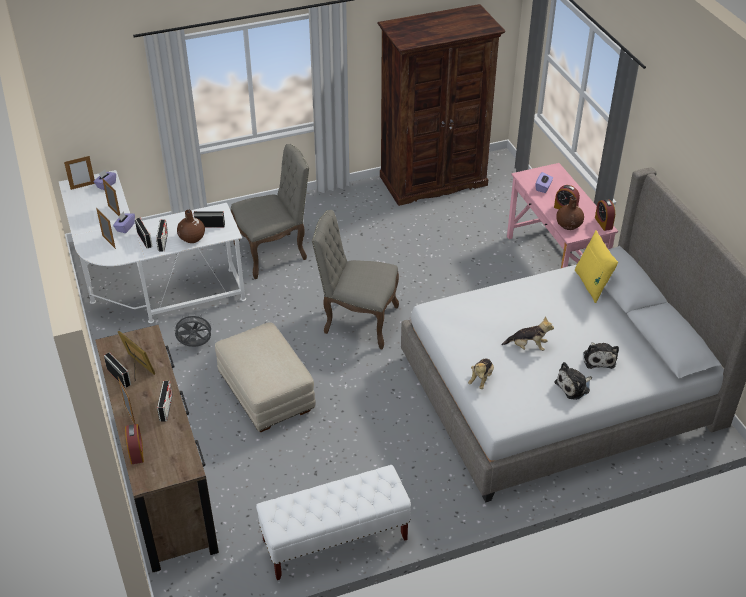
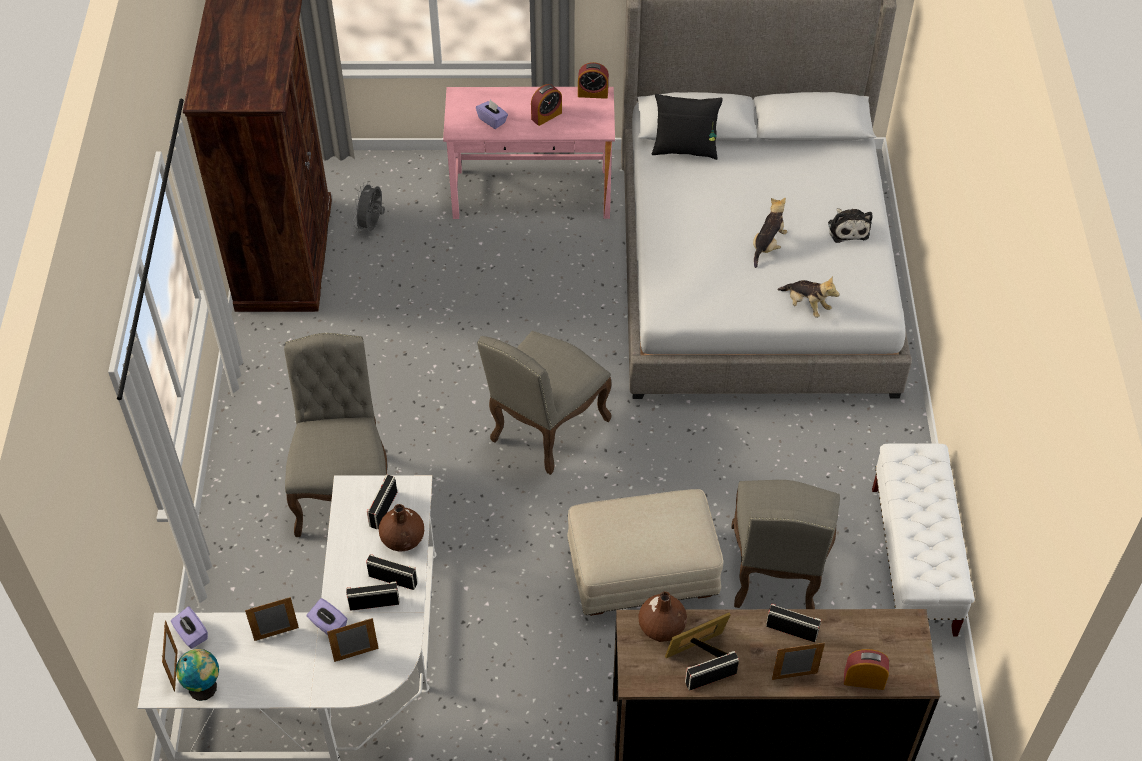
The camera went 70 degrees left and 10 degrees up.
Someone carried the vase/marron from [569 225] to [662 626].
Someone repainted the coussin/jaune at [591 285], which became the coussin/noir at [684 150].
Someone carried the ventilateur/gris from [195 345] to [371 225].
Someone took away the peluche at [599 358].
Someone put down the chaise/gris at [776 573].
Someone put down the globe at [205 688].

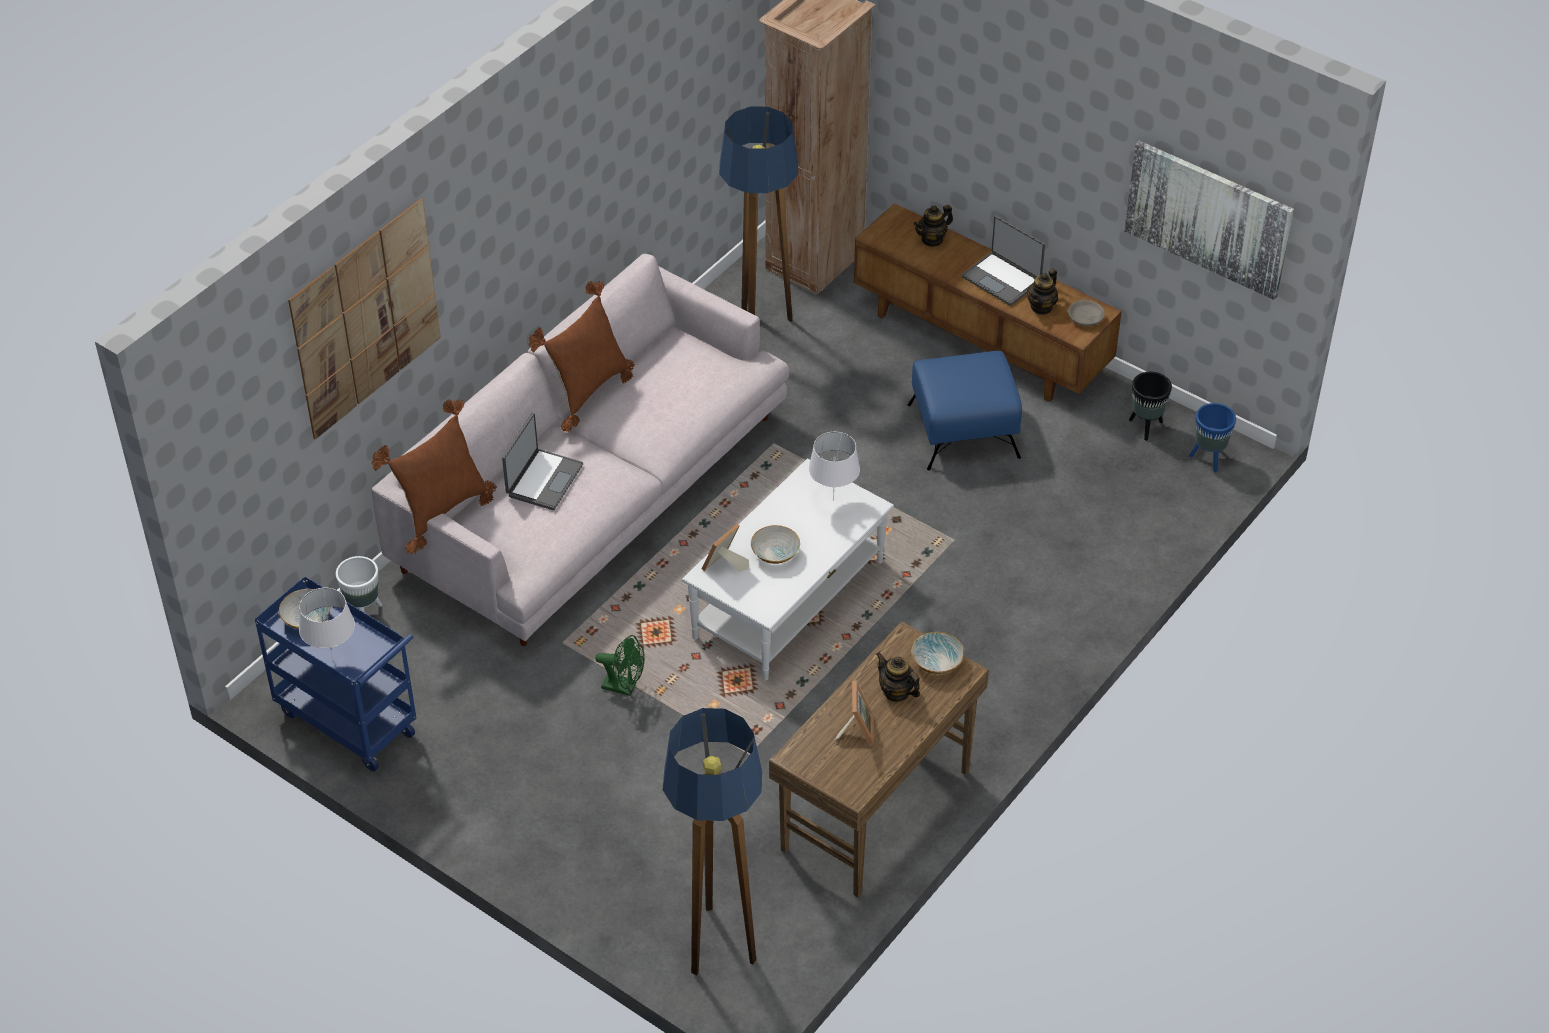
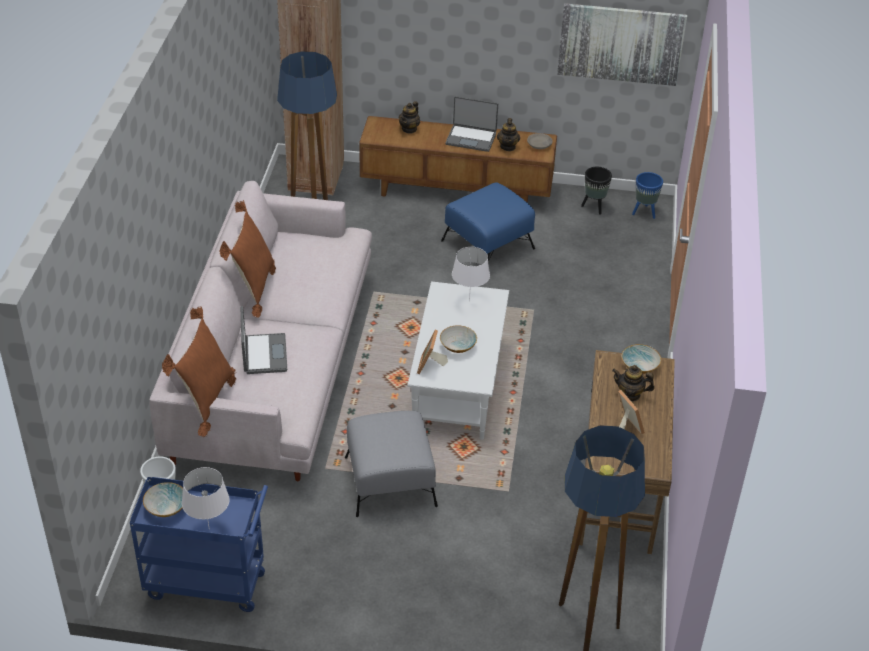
The camera went 30 degrees left and 5 degrees down.
Someone took away the tableau at [366 318].
Someone swapped the ventilateur/vert at [624 687] for the pouf/gris at [390 480].

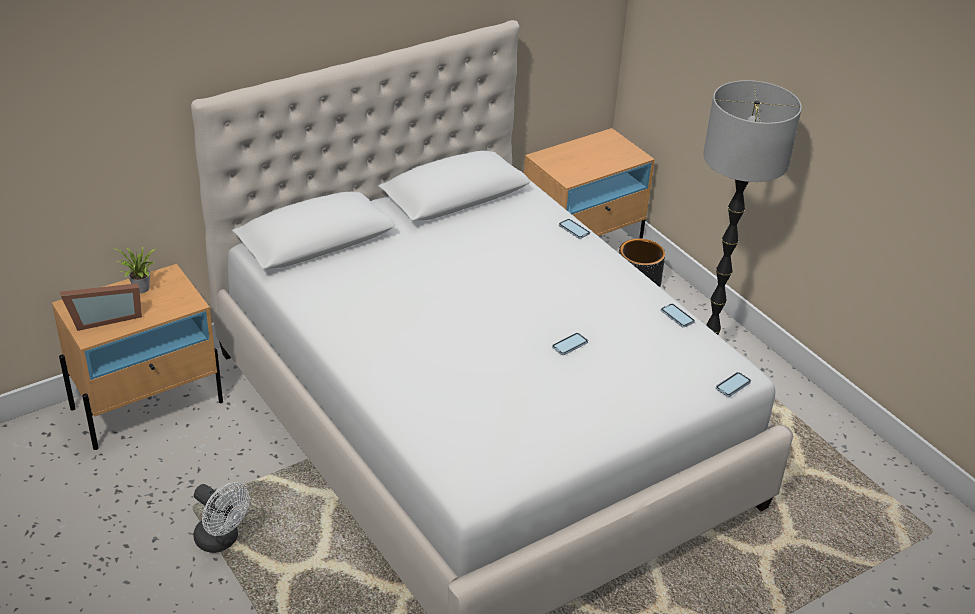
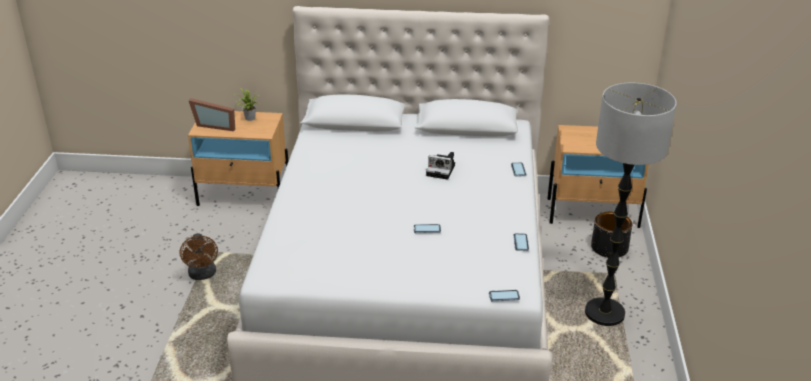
The camera went 40 degrees right and 5 degrees down.
Someone repainted the ventilateur/blanc at [222 540], which became the ventilateur/marron at [203 275].
Someone put down the appareil photo at [442 170].

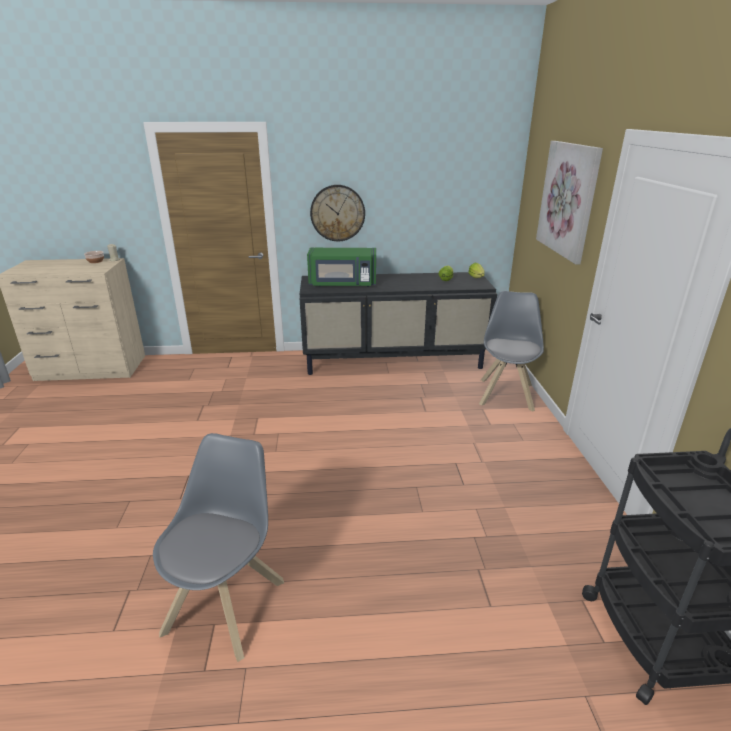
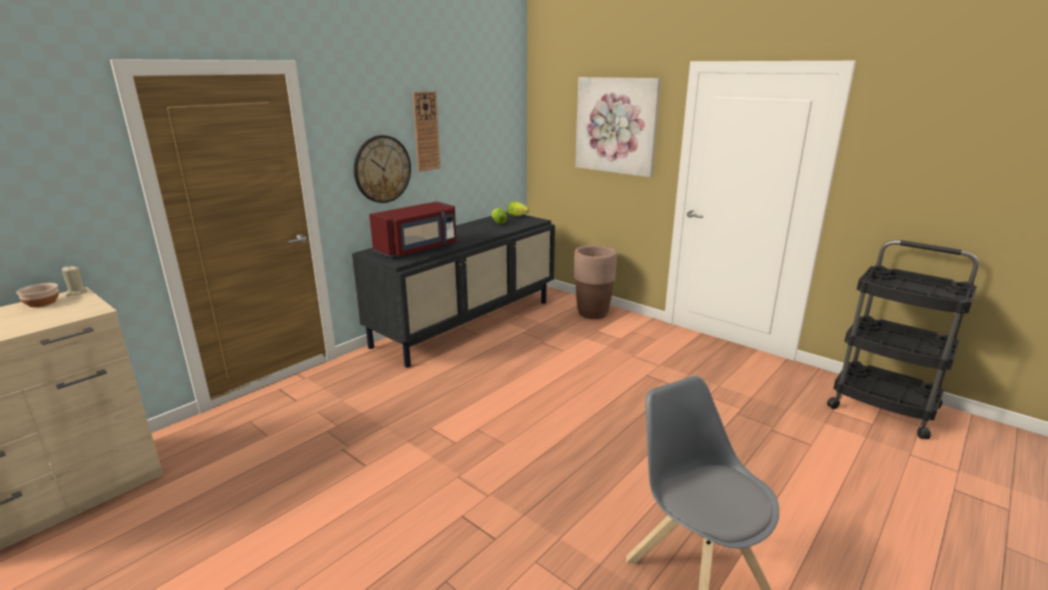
The camera went 45 degrees left and 5 degrees down.
Someone repainted the micro-ondes/vert at [343 284], which became the micro-ondes/rouge at [418 249].
Someone swapped the chaise/gris at [506 393] for the cache-pot/marron at [592 313].
Someone put up the horloge murale at [426 131].

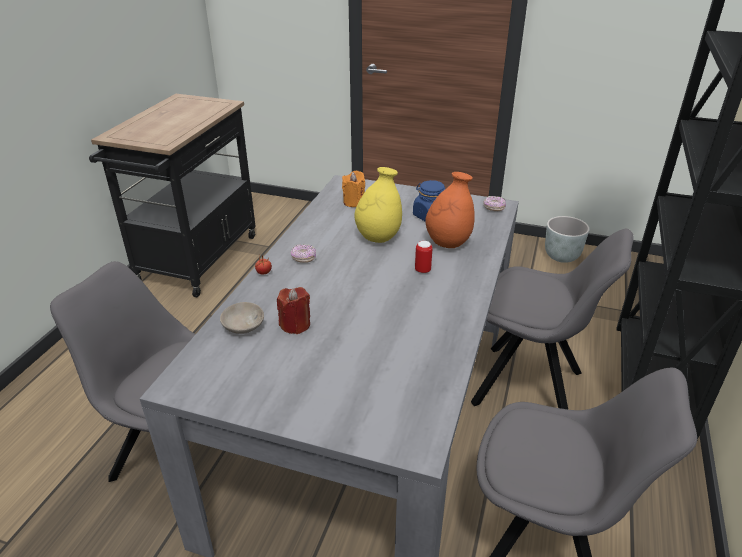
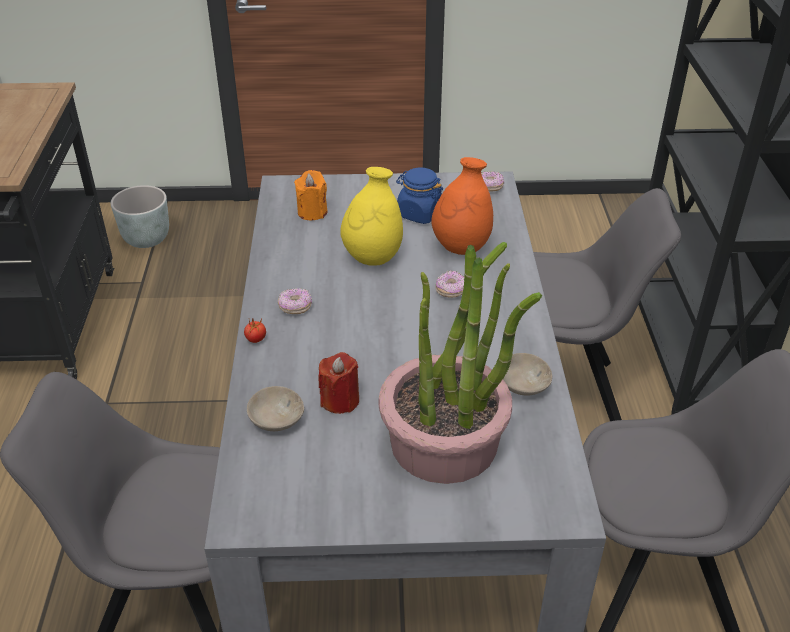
The camera went 20 degrees left and 5 degrees up.
Someone carried the cache-pot/gris from [562 256] to [147 239].
Someone swapped the boîte métallique at [422 270] for the beignet at [451 291].
Someone put down the plante en pot at [445 442].
Someone put down the bol/beige at [521 384].

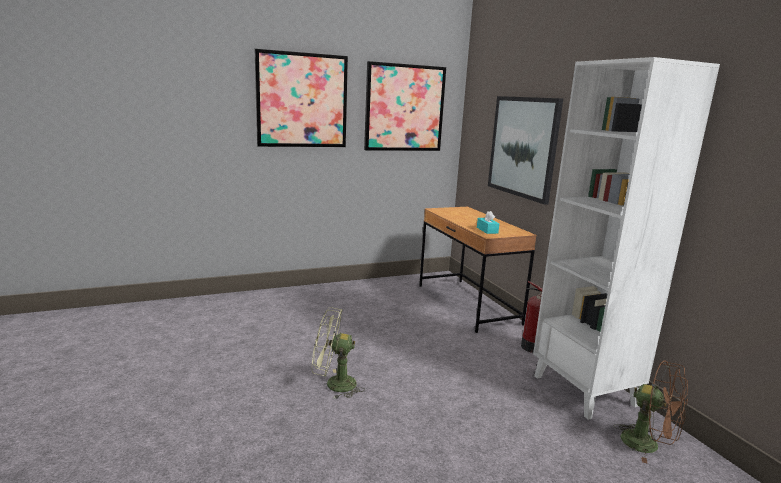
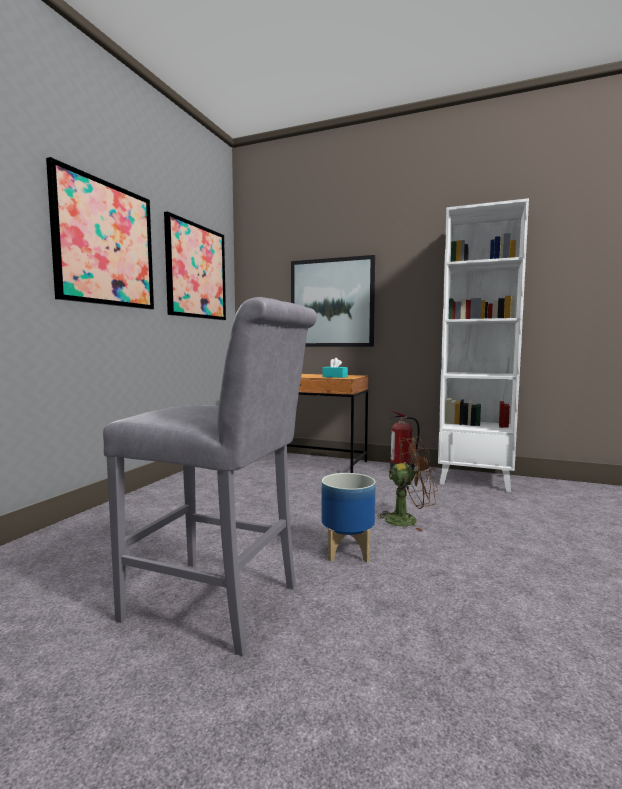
The camera went 45 degrees left and 10 degrees down.
Someone swapped the ventilateur/vert at [334 384] for the cache-pot at [348 552].
Someone carried the ventilateur/marron from [648 445] to [407 520].
Someone put down the tabouret/gris at [220 605].

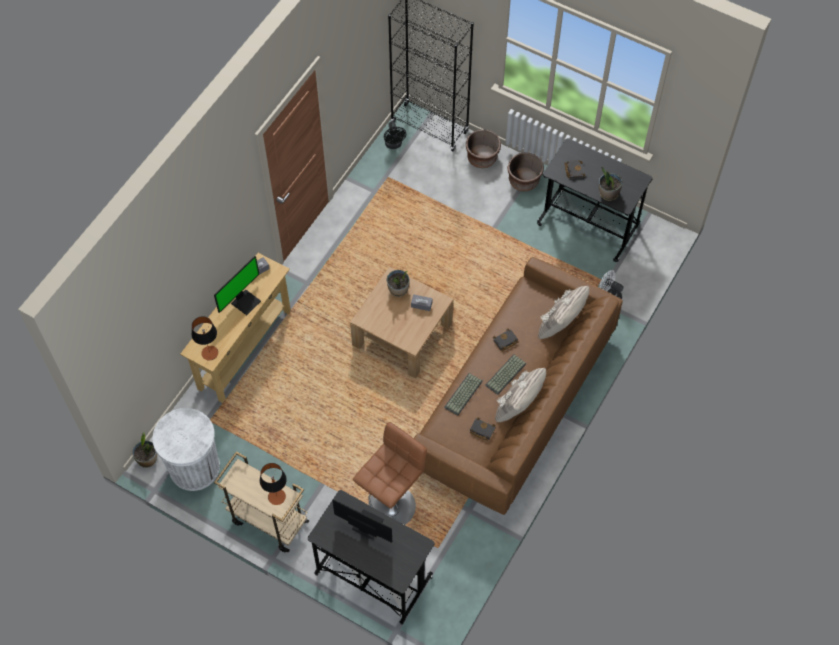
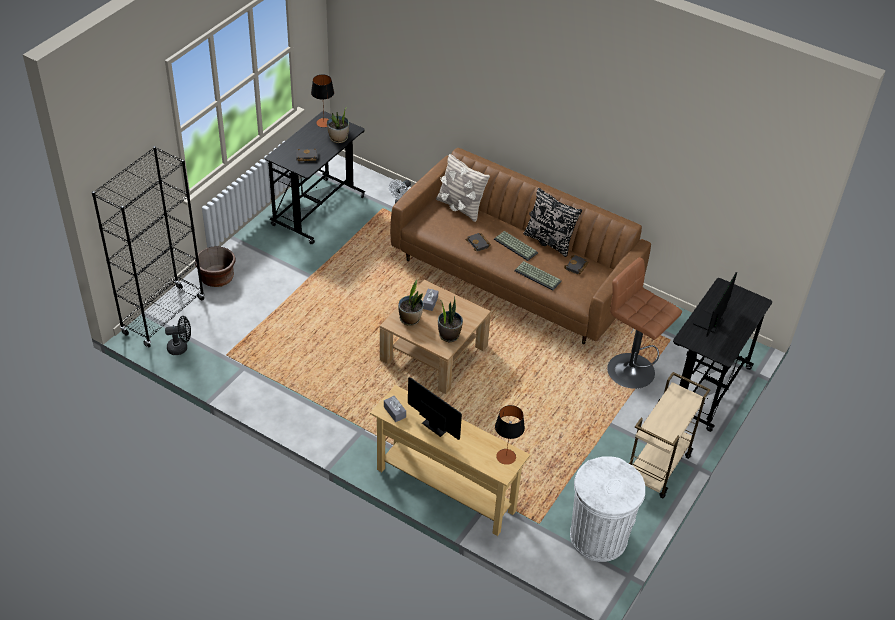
The camera went 90 degrees left and 15 degrees down.
Someone took away the cache-pot/marron at [523 181].
Someone repainted the coussin/beige at [517 405], which became the coussin/noir at [548 242].
Someone carried the plante en pot from [147 459] to [449 335].
Someone carried the lampe de table from [277 496] to [323 123].

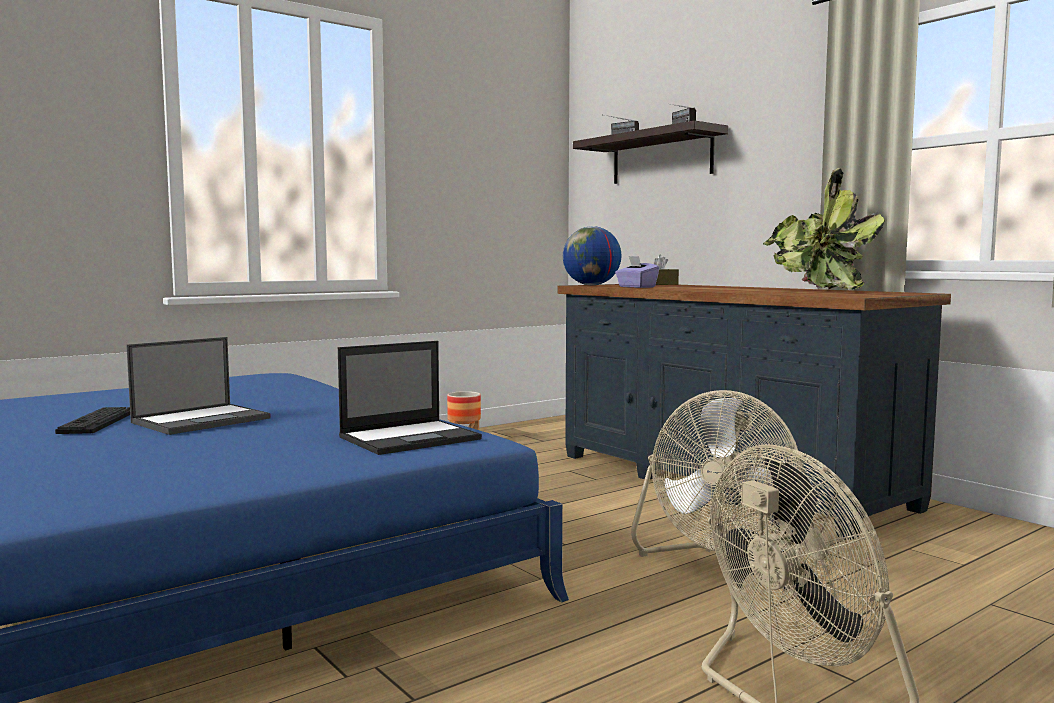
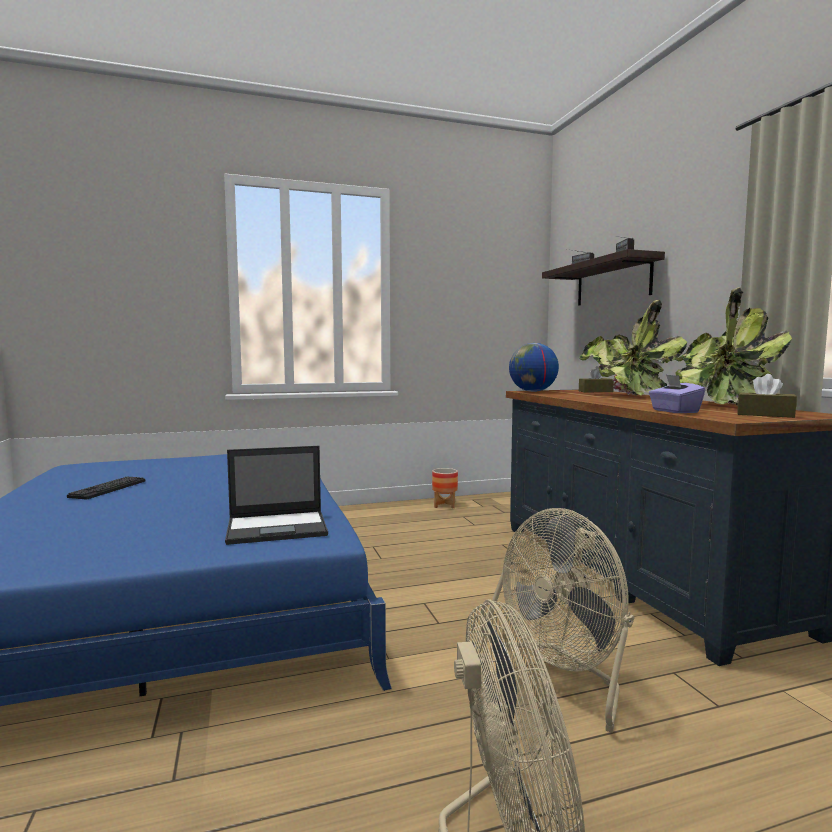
The camera went 20 degrees right and 0 degrees up.
Someone carried the boîte à mouchoirs/violet from [636 287] to [674 411].
Someone took away the ordinateur portable at [202 420].
Someone put down the plante en pot at [625 396].
Someone put down the boîte à mouchoirs/marron at [765 415].

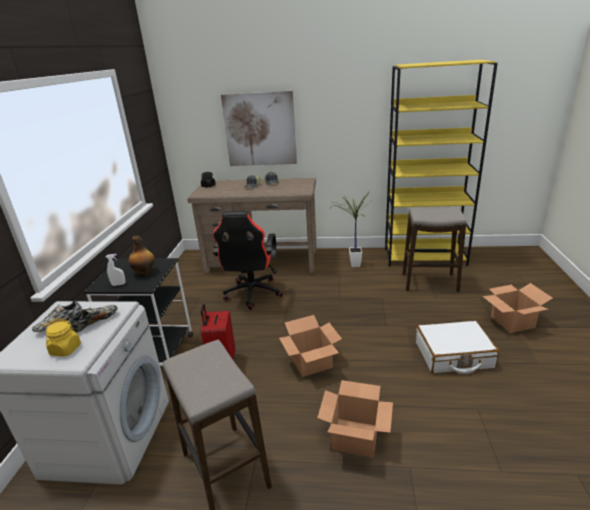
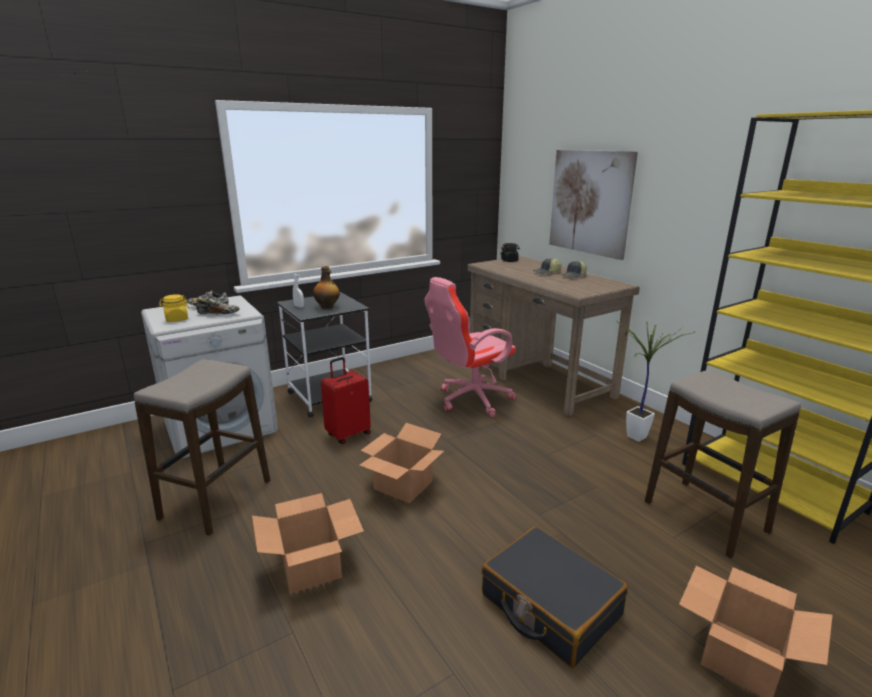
The camera went 50 degrees right and 5 degrees down.
Someone repainted the chaise de bureau/noir at [252 296], which became the chaise de bureau/rose at [469 401].
Someone repainted the valise/blanc at [453 355], which became the valise/noir at [549 606].

